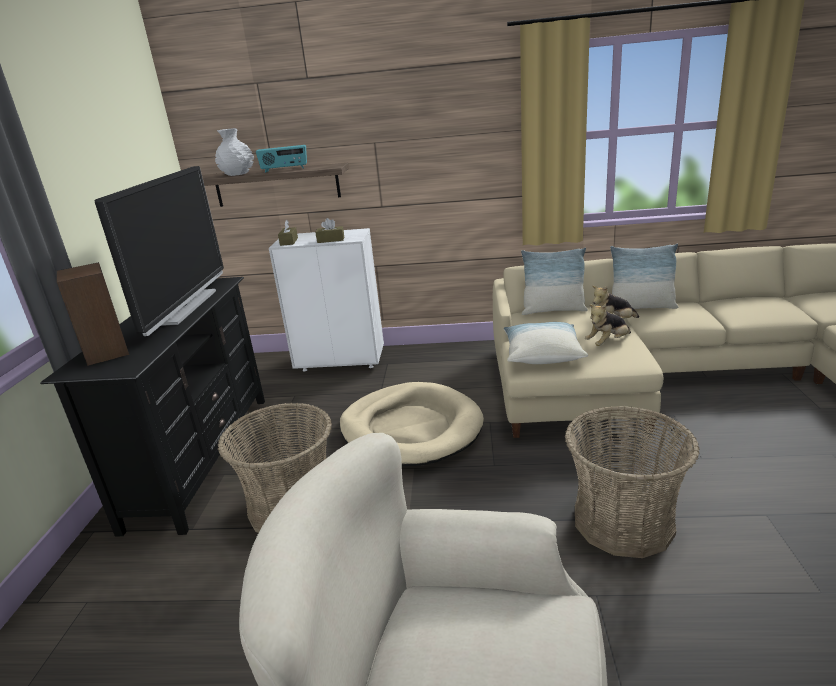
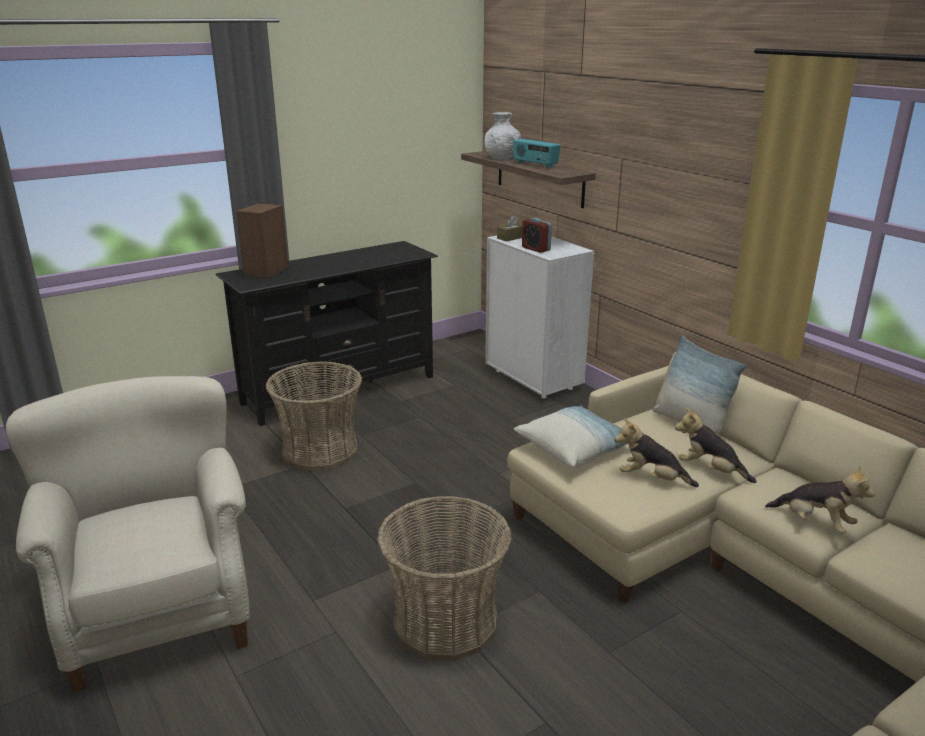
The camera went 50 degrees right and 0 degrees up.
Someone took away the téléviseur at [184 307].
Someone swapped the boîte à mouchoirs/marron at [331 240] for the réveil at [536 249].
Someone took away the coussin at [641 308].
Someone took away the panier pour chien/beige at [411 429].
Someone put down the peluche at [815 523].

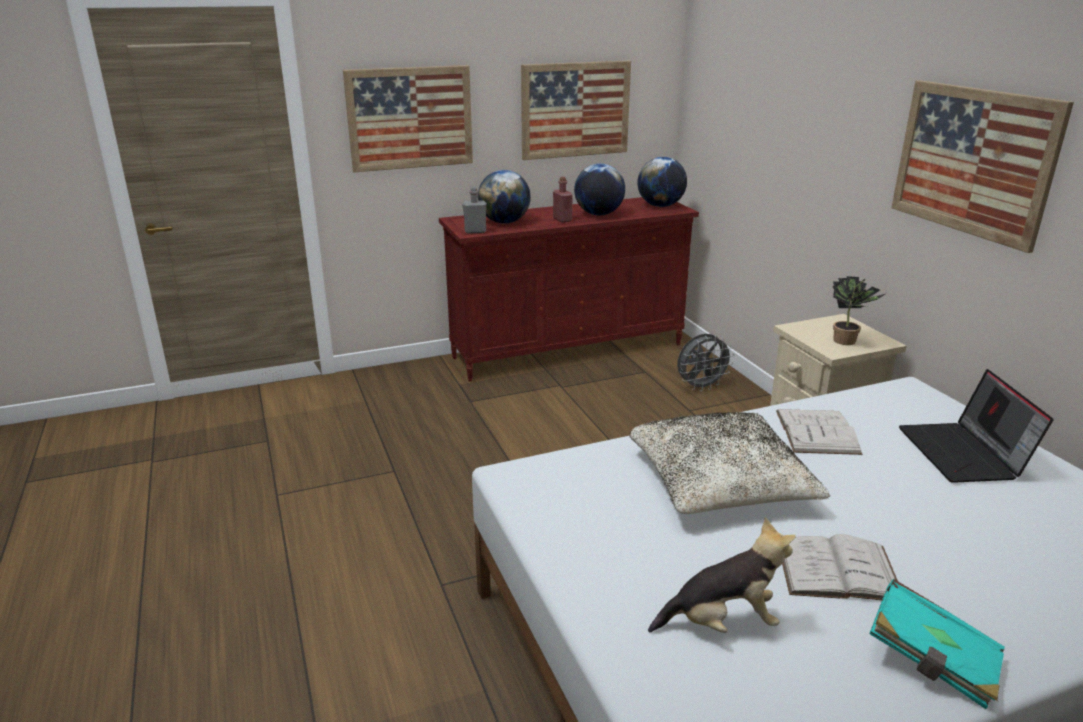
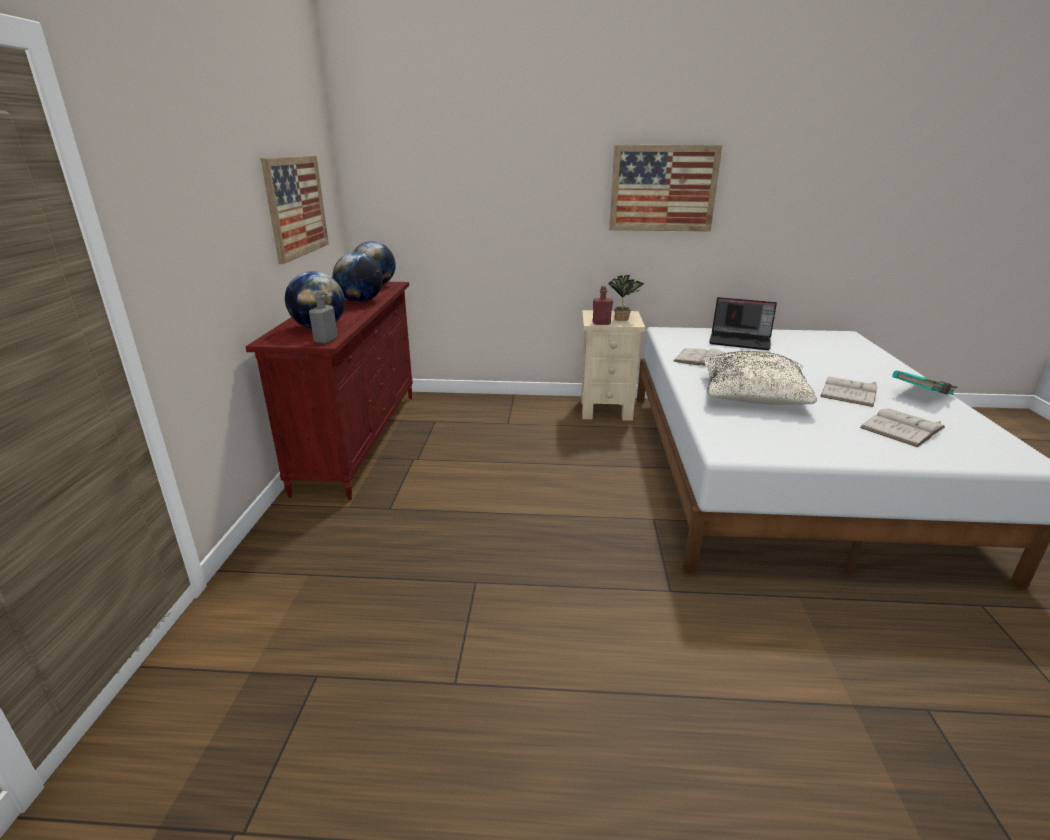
The camera went 65 degrees left and 0 degrees up.
Someone took away the tableau at [410 118].
Someone carried the bouteille/rouge from [562 220] to [601 323].
Someone took away the ventilateur/gris at [701 387].
Someone swapped the peluche at [722 622] for the livre/blanc at [902 427].

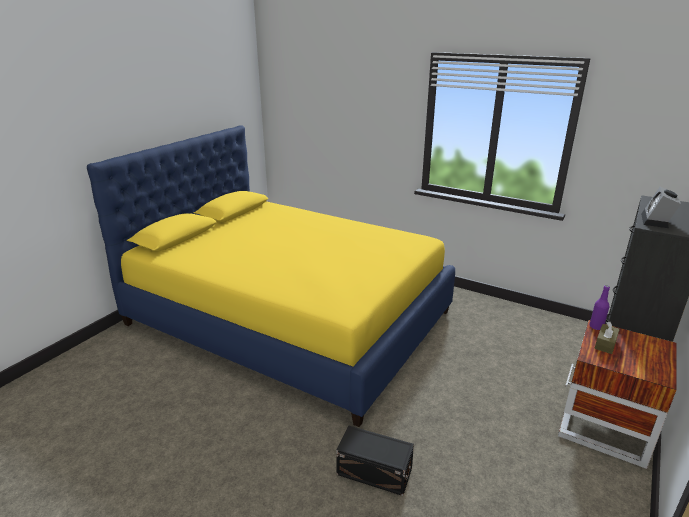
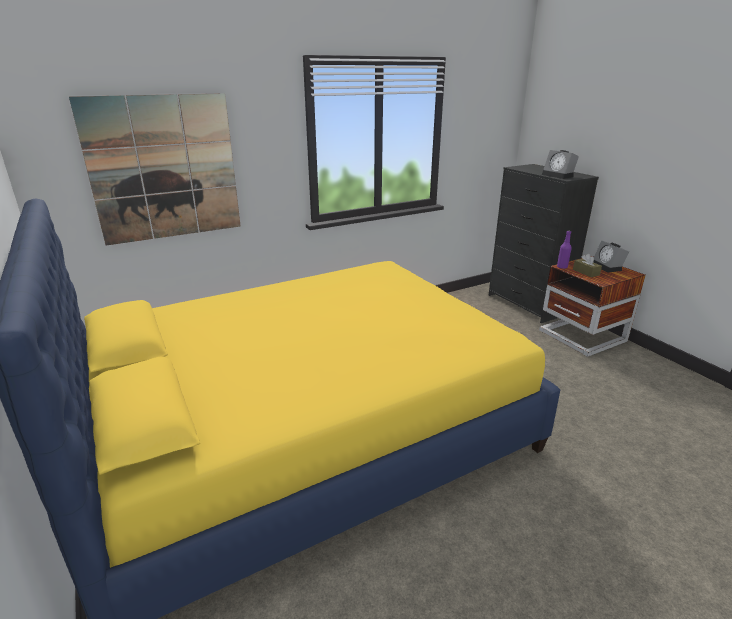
The camera went 60 degrees left and 0 degrees up.
Someone took away the boîte de rangement/noir at [375 472].
Someone put up the tableau at [164 169].
Someone put down the réveil at [608 267].

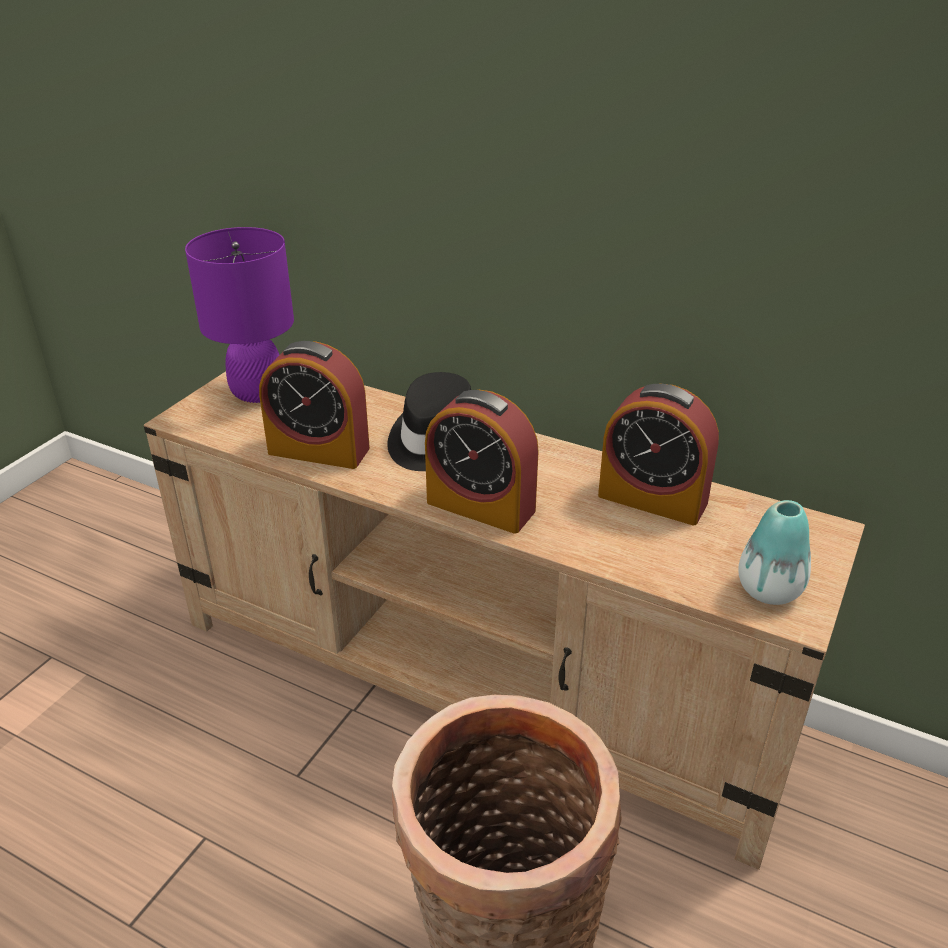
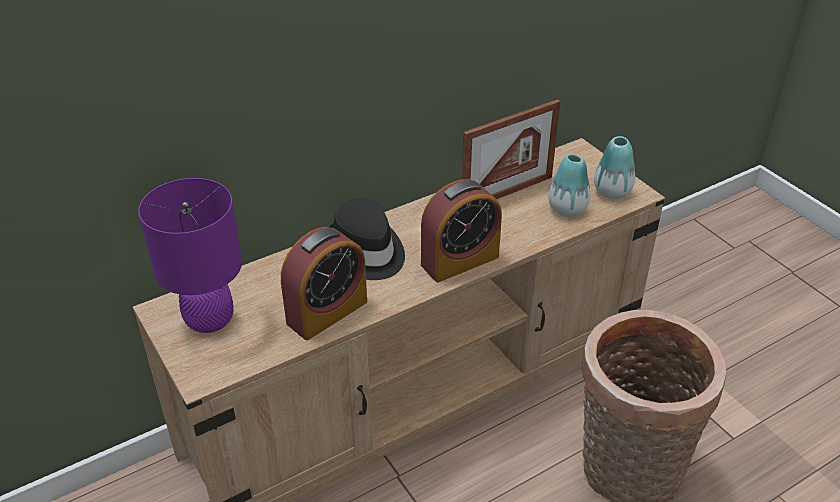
The camera went 60 degrees left and 5 degrees up.
Someone swapped the réveil at [652 499] for the cadre photo at [507 193].
Someone put down the vase at [567 209].

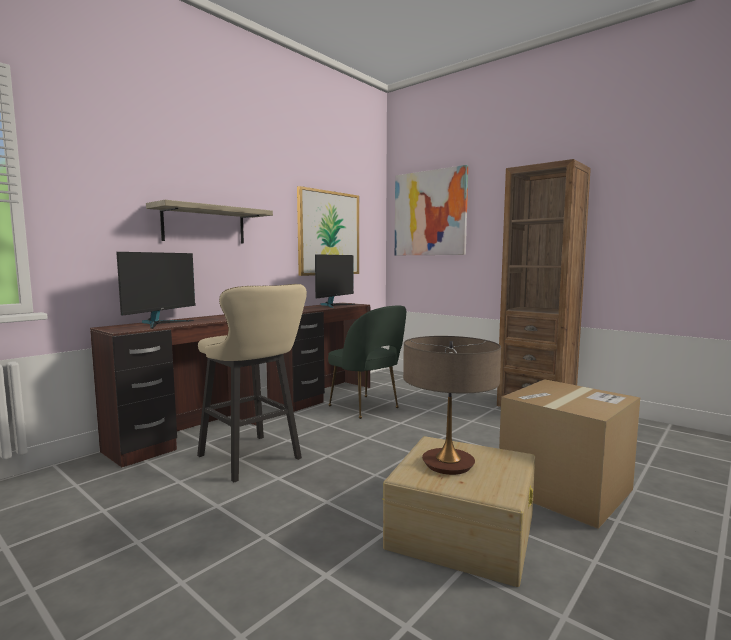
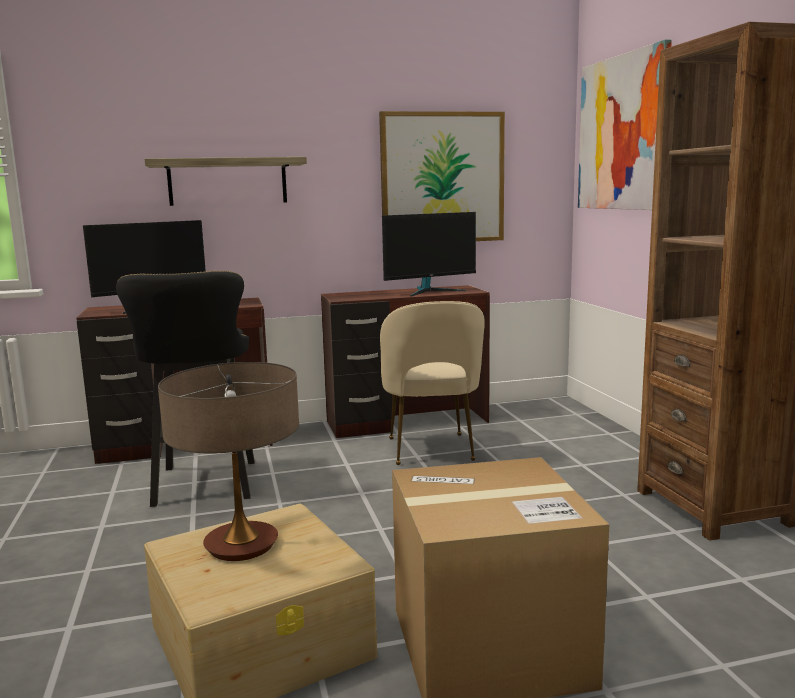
The camera went 35 degrees right and 5 degrees up.
Someone repainted the tabouret/beige at [255 461], which became the tabouret/noir at [204 488].
Someone repainted the chaise/vert at [367 408], which became the chaise/beige at [431 452].

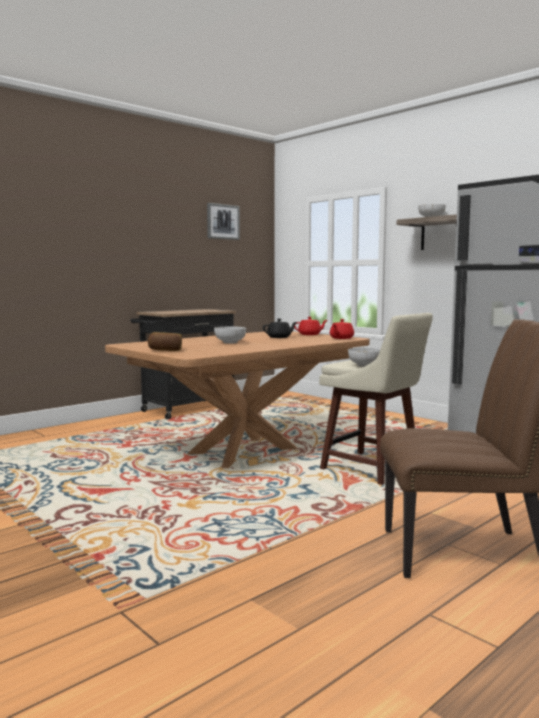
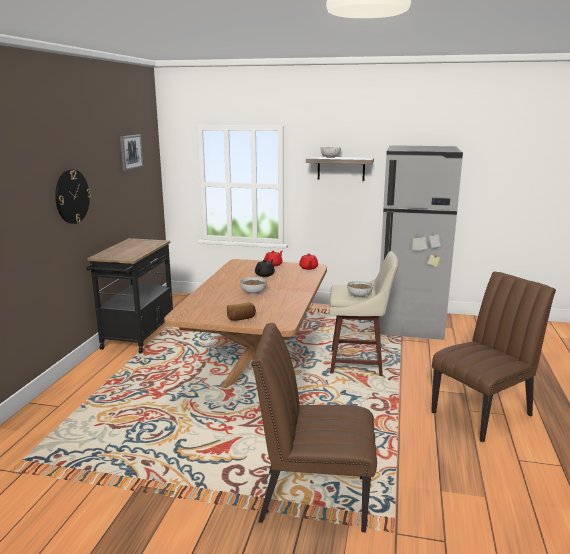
The camera went 35 degrees left and 10 degrees up.
Someone put up the horloge murale at [72 196].
Someone put down the chaise/marron at [314 499].

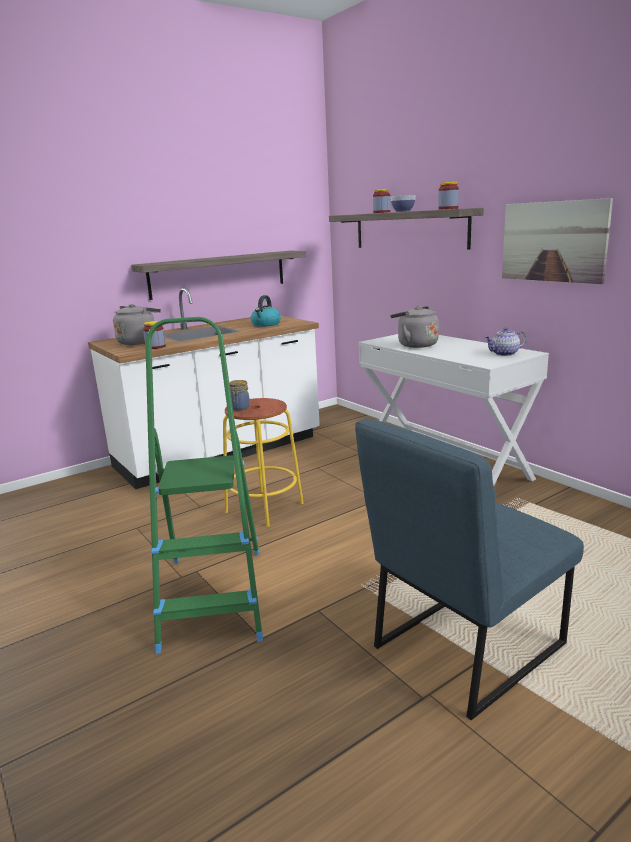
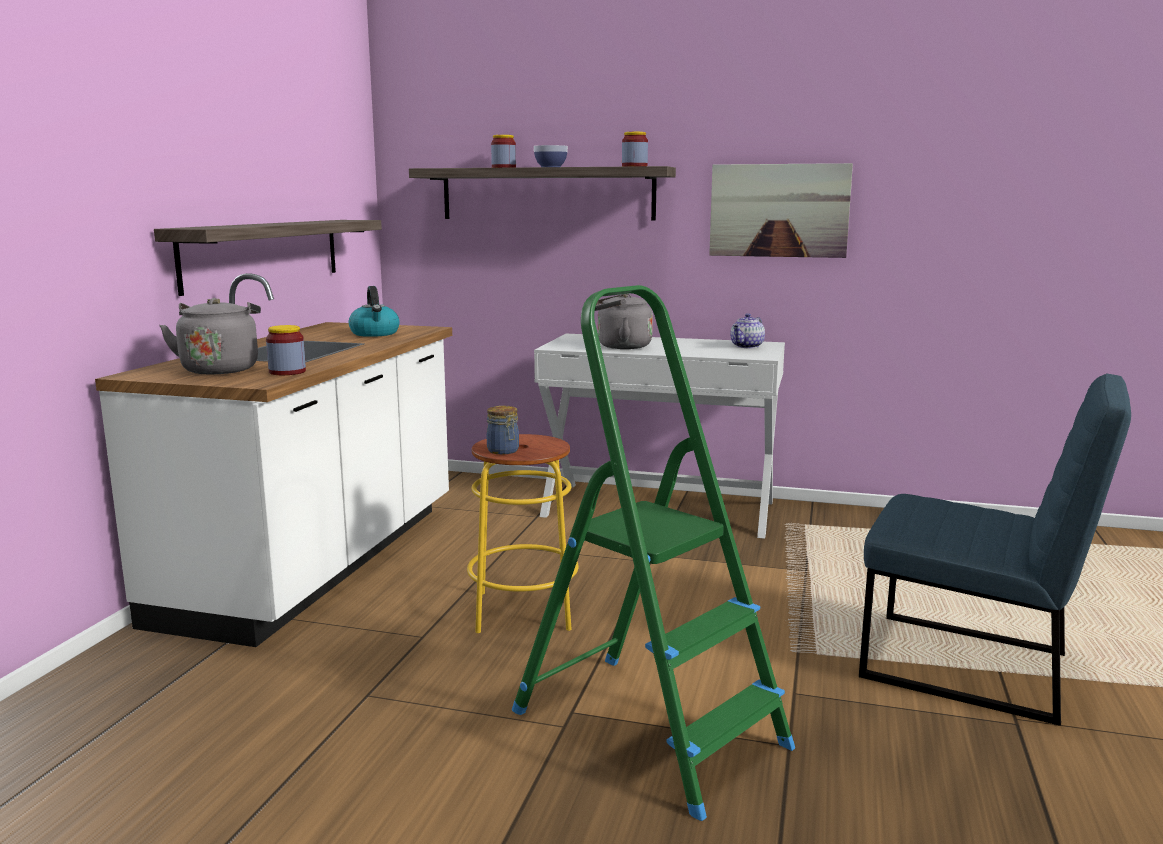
The camera went 40 degrees left and 5 degrees down.
Someone rotated the chaise/bleu at [464 647] by 75 degrees counterclockwise.

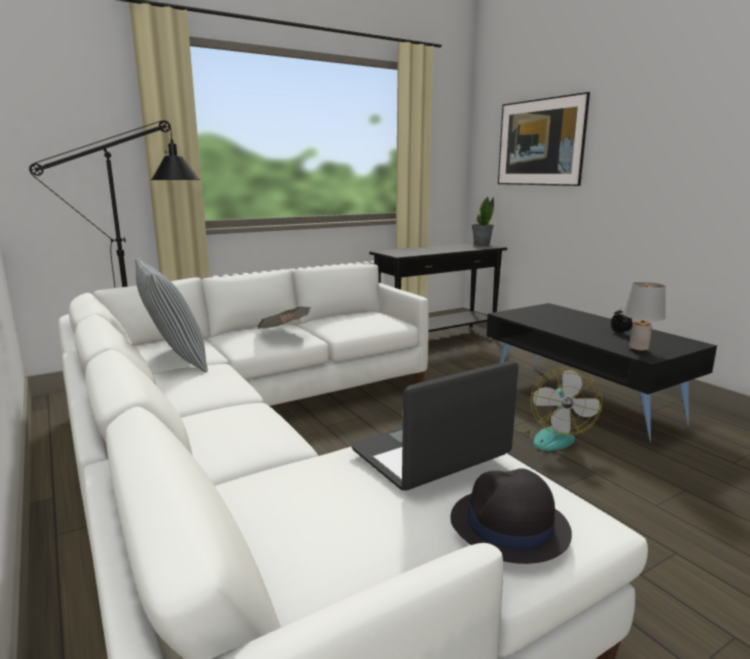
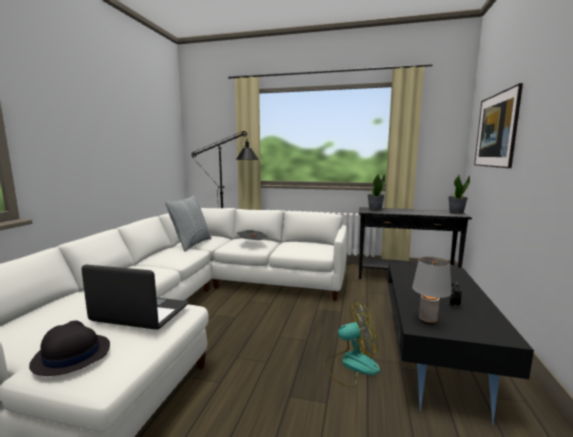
The camera went 45 degrees right and 5 degrees down.
Someone rotated the ventilateur at [551 435] by 150 degrees counterclockwise.
Someone put down the plante en pot at [375 210].

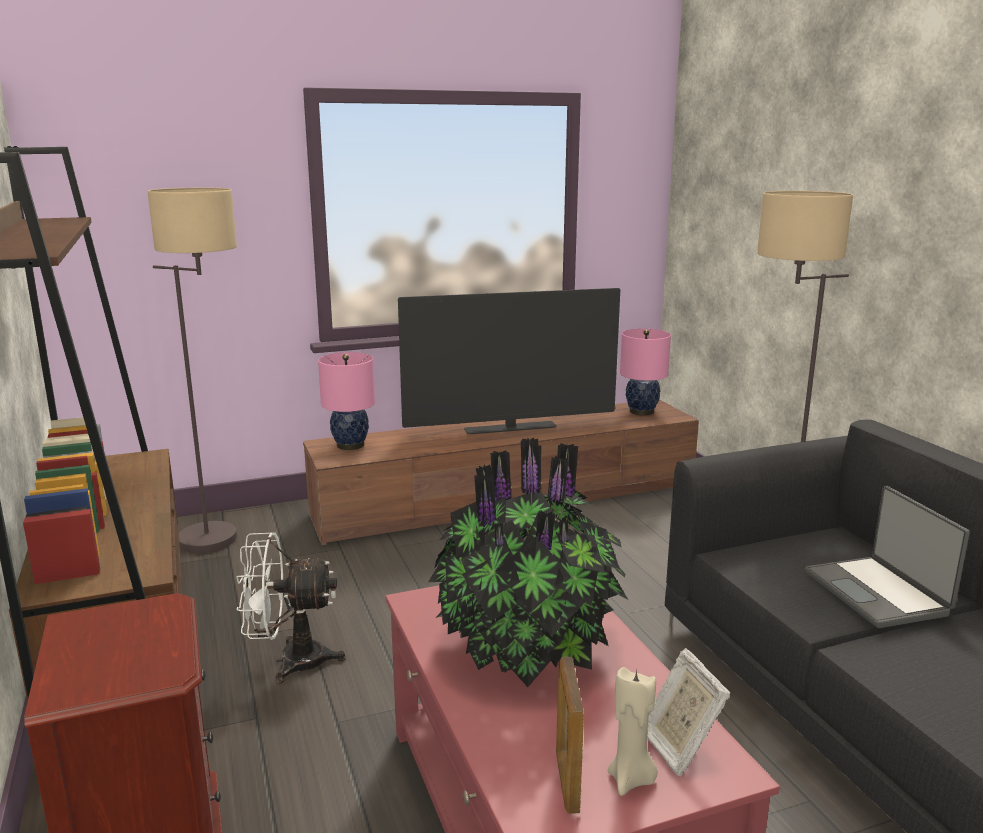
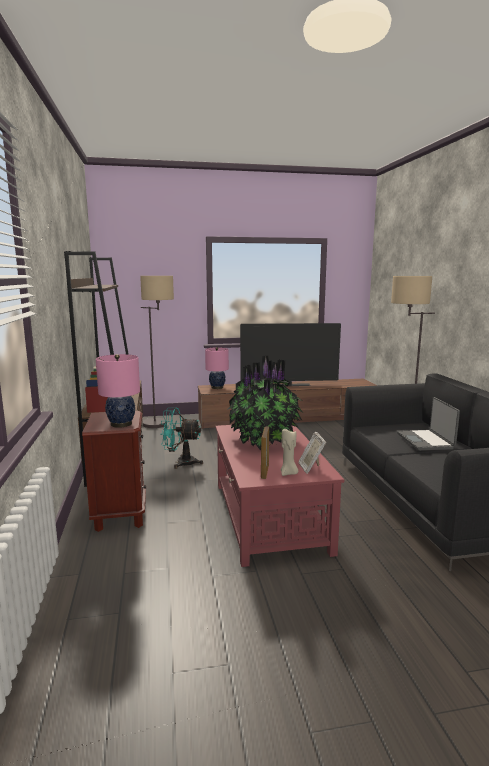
The camera went 10 degrees right and 5 degrees down.
Someone carried the lampe de table/rose from [641 411] to [121 424].
Someone repainted the ventilateur/blanc at [290 661], which became the ventilateur/turquoise at [181 462].

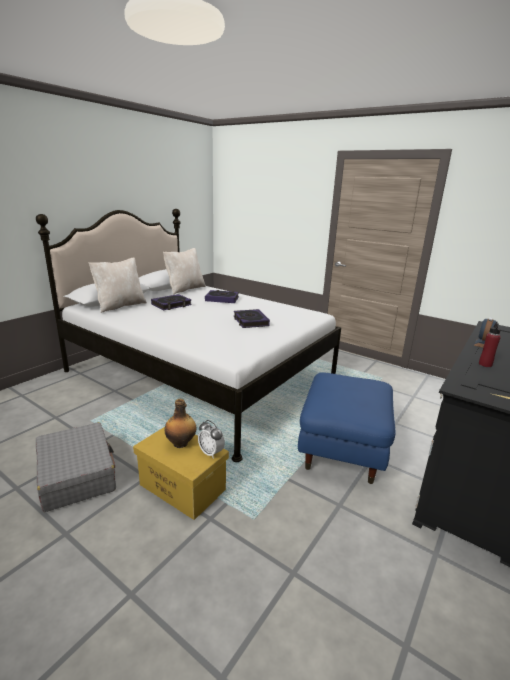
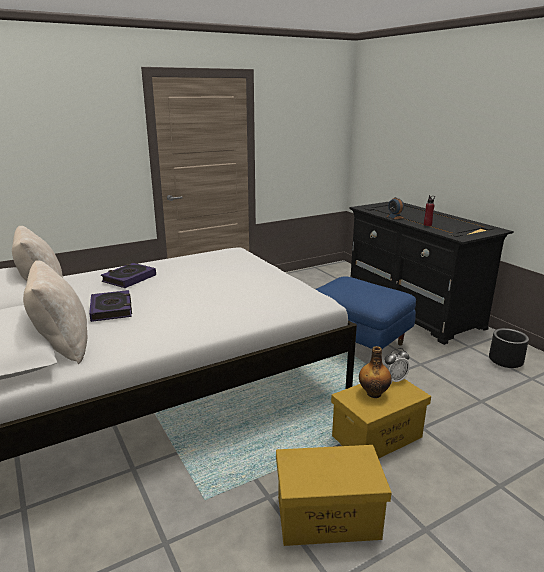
The camera went 65 degrees left and 0 degrees up.
Someone took away the livre at [250 321].
Someone swapped the valise/gris at [77 474] for the boîte de rangement/jaune at [326 517].
Someone put down the cache-pot/noir at [505 361].

